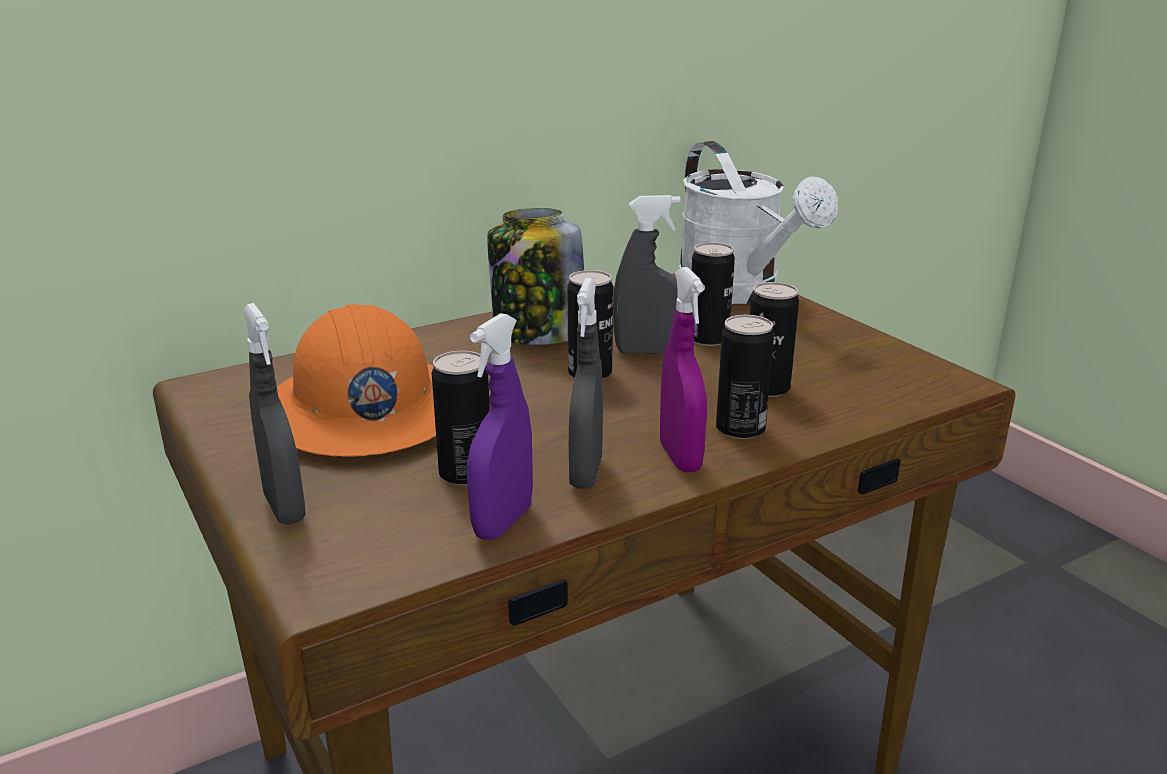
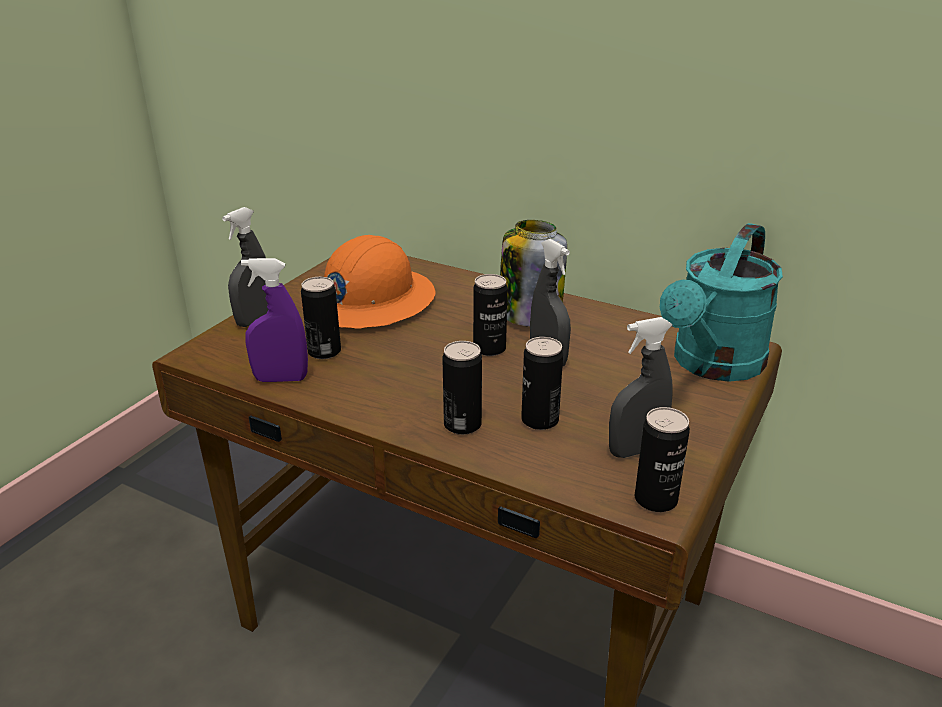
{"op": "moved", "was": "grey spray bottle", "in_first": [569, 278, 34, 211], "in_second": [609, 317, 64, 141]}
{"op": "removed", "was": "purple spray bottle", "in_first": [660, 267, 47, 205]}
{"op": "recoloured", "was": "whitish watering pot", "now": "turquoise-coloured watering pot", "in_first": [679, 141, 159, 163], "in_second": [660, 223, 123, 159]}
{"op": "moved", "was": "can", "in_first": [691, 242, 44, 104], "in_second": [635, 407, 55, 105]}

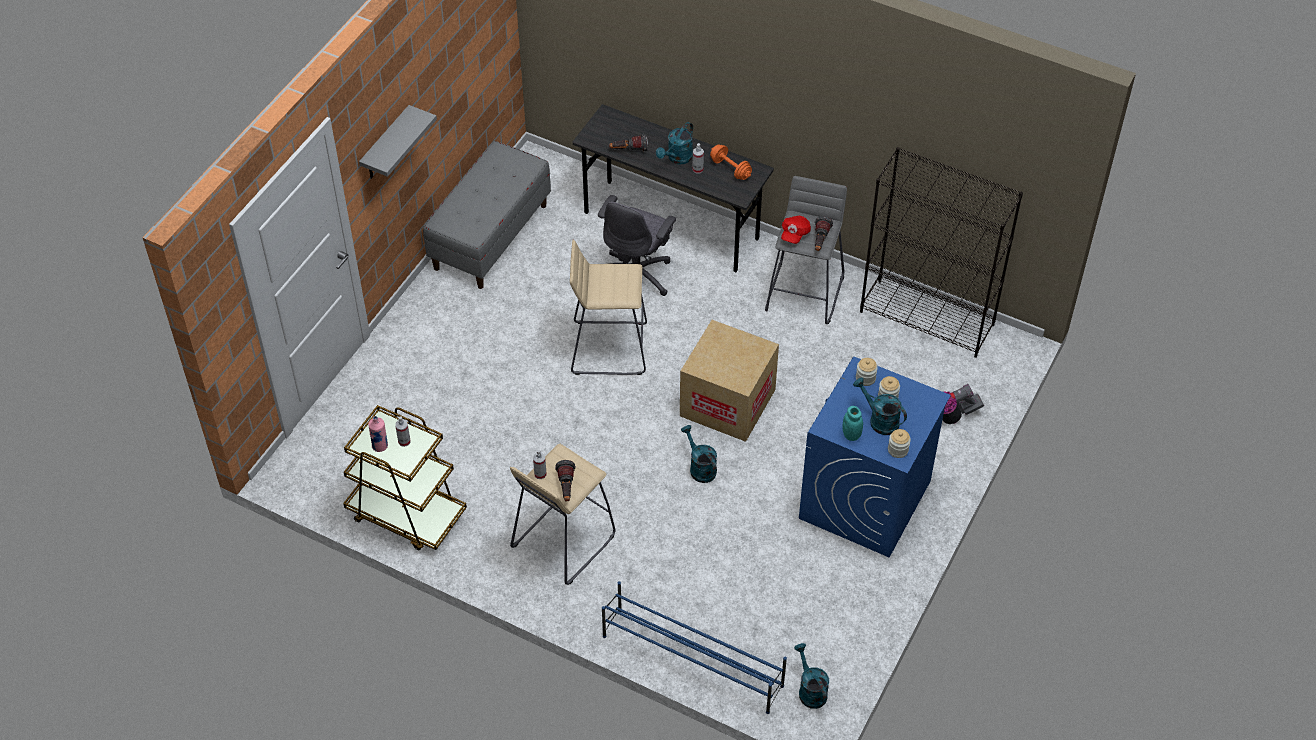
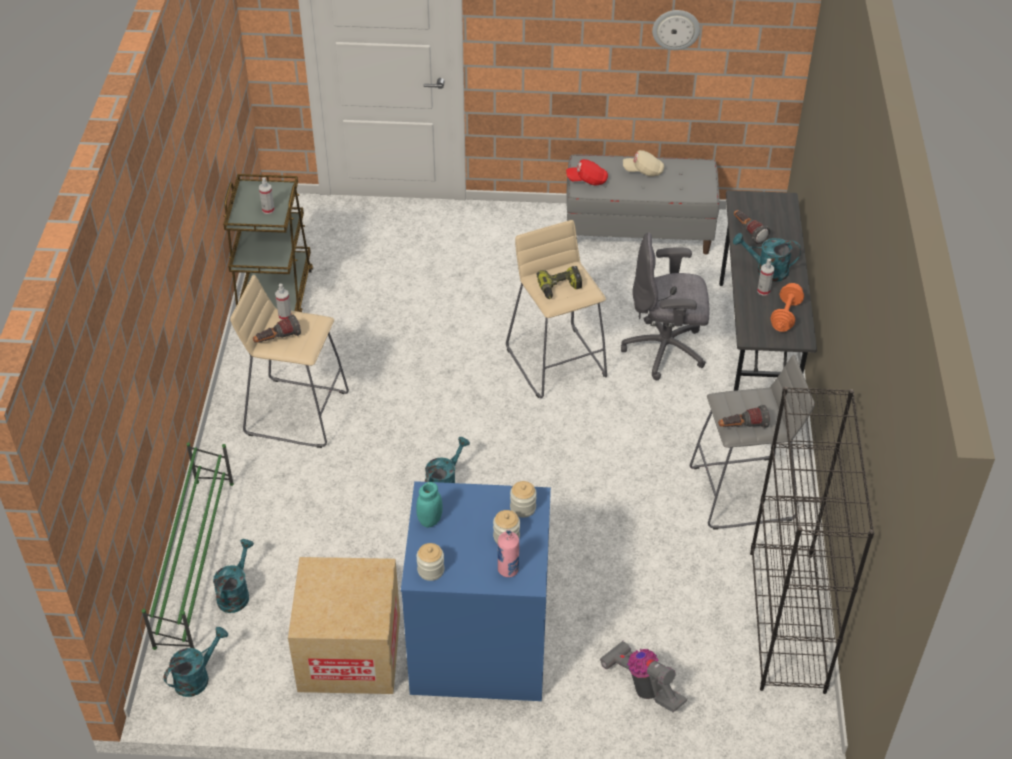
{"op": "removed", "was": "grey shelf", "in_first": [359, 105, 78, 74]}
{"op": "moved", "was": "pink bottle", "in_first": [368, 416, 20, 36], "in_second": [498, 530, 21, 47]}
{"op": "recoloured", "was": "blue-coloured shoe stand", "now": "greenish shoe stand", "in_first": [602, 581, 185, 133], "in_second": [142, 442, 92, 208]}
{"op": "moved", "was": "packing box", "in_first": [680, 320, 99, 122], "in_second": [288, 557, 112, 137]}
{"op": "moved", "was": "red peaked cap", "in_first": [781, 216, 30, 28], "in_second": [566, 159, 42, 26]}
{"op": "moved", "was": "turquoise-coloured watering pot", "in_first": [853, 378, 54, 57], "in_second": [213, 539, 41, 74]}
{"op": "added", "now": "electric drill", "in_second": [536, 266, 46, 33]}
{"op": "added", "now": "beige peaked cap", "in_second": [623, 150, 41, 27]}
{"op": "added", "now": "hanging clock", "in_second": [652, 10, 48, 40]}

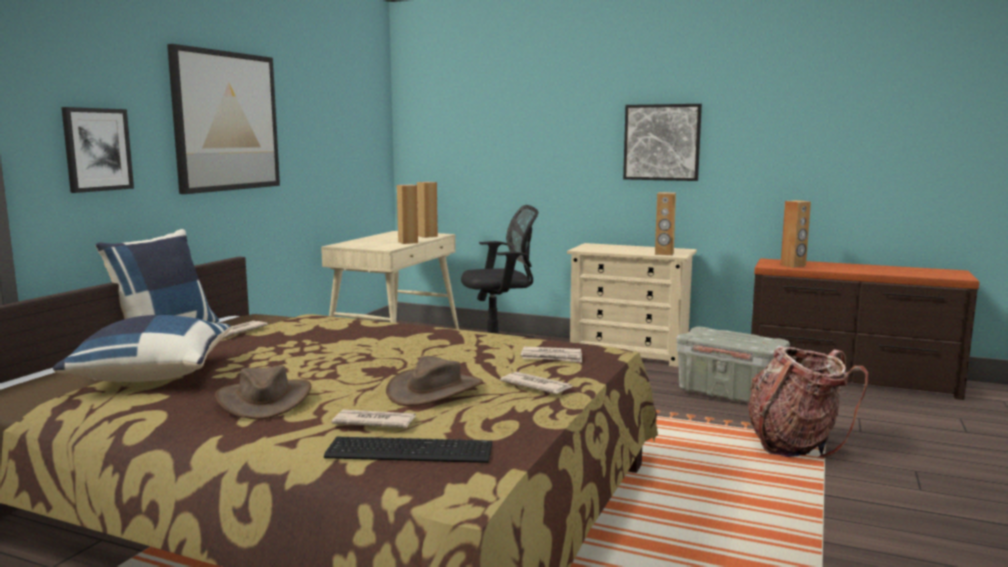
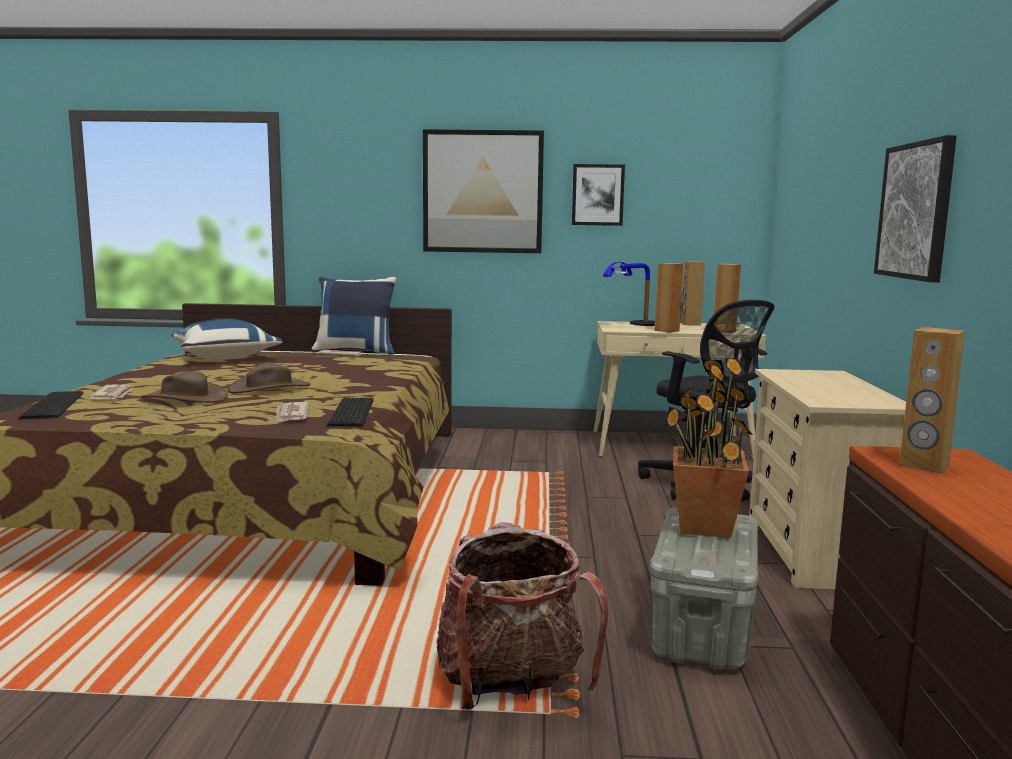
{"op": "moved", "was": "picture", "in_first": [61, 107, 73, 86], "in_second": [572, 164, 53, 62]}
{"op": "moved", "was": "brown clothing hat", "in_first": [215, 365, 96, 54], "in_second": [228, 363, 82, 30]}
{"op": "removed", "was": "newspaper", "in_first": [500, 372, 73, 22]}
{"op": "moved", "was": "brown speaker", "in_first": [655, 192, 21, 64], "in_second": [681, 261, 24, 65]}
{"op": "added", "now": "PC keyboard", "in_second": [327, 398, 47, 29]}
{"op": "added", "now": "tabletop lamp", "in_second": [603, 262, 52, 64]}
{"op": "added", "now": "houseplant", "in_second": [664, 358, 89, 180]}

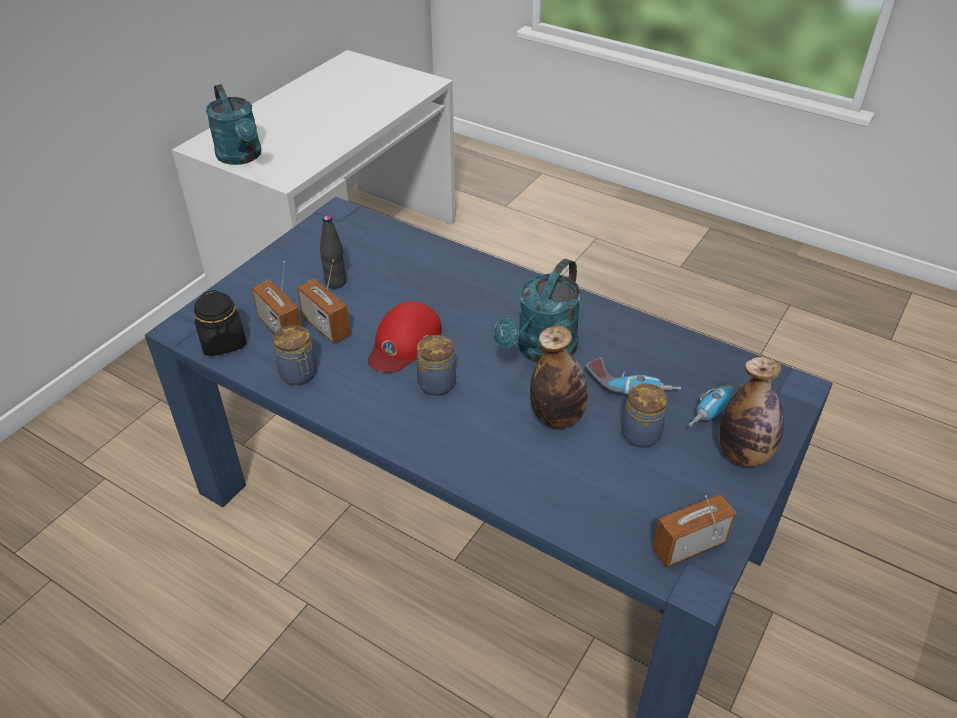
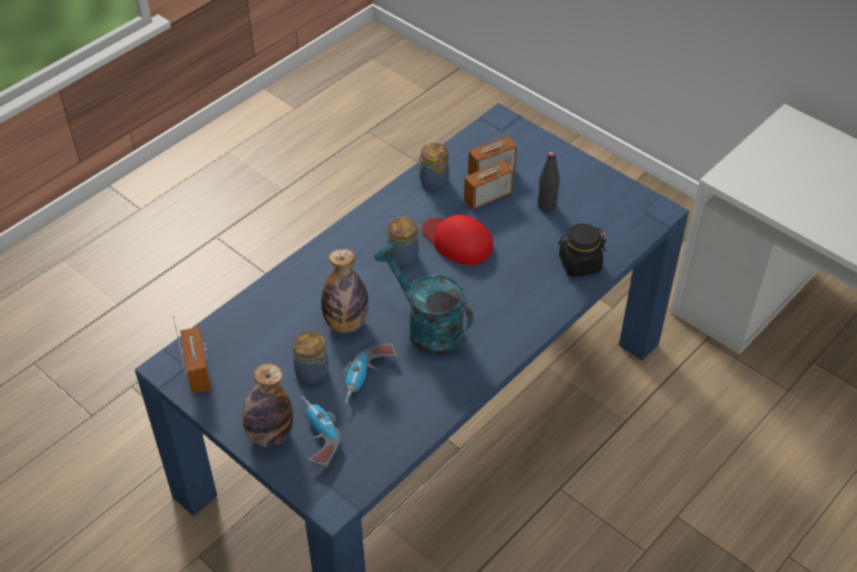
{"op": "moved", "was": "black-coloured storage jar", "in_first": [194, 290, 53, 66], "in_second": [558, 223, 48, 54]}
{"op": "removed", "was": "turquoise-coloured watering pot", "in_first": [206, 84, 55, 81]}

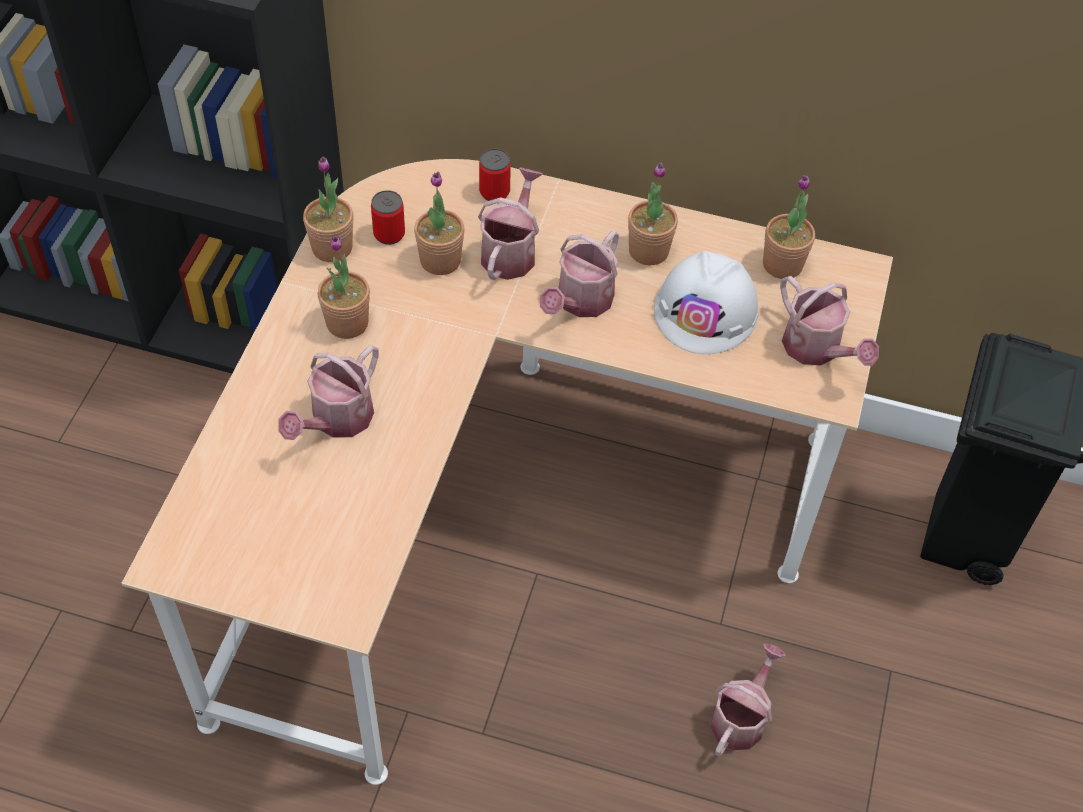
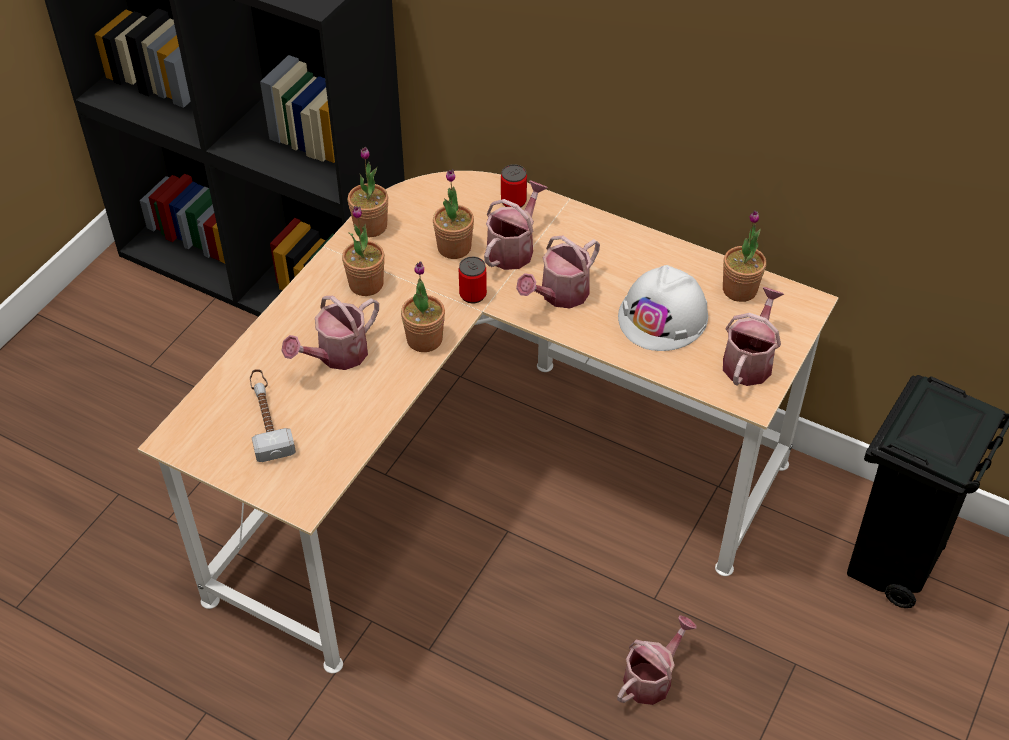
{"op": "moved", "was": "can", "in_first": [371, 190, 34, 55], "in_second": [459, 257, 28, 46]}
{"op": "moved", "was": "houseplant", "in_first": [628, 162, 50, 104], "in_second": [401, 261, 44, 91]}
{"op": "turned", "was": "watering pot", "in_first": [780, 276, 99, 90], "in_second": [723, 287, 61, 99], "clockwise": -135}
{"op": "added", "now": "hand hammer", "in_second": [250, 369, 46, 93]}

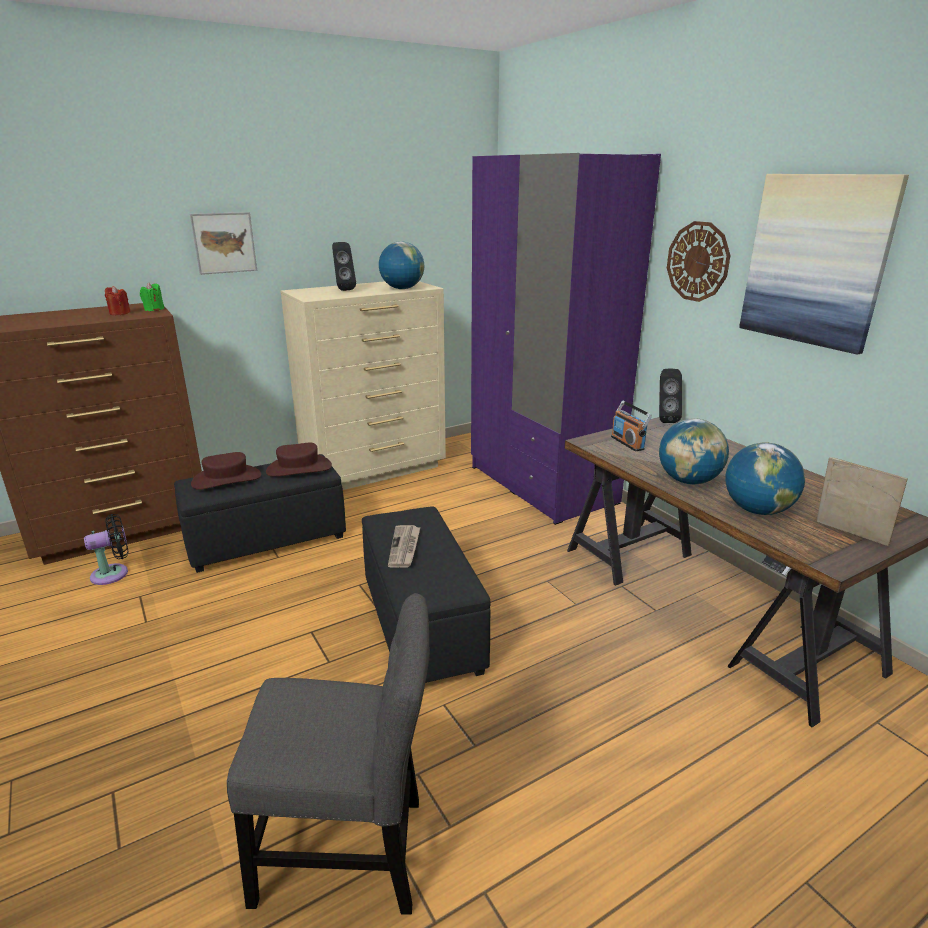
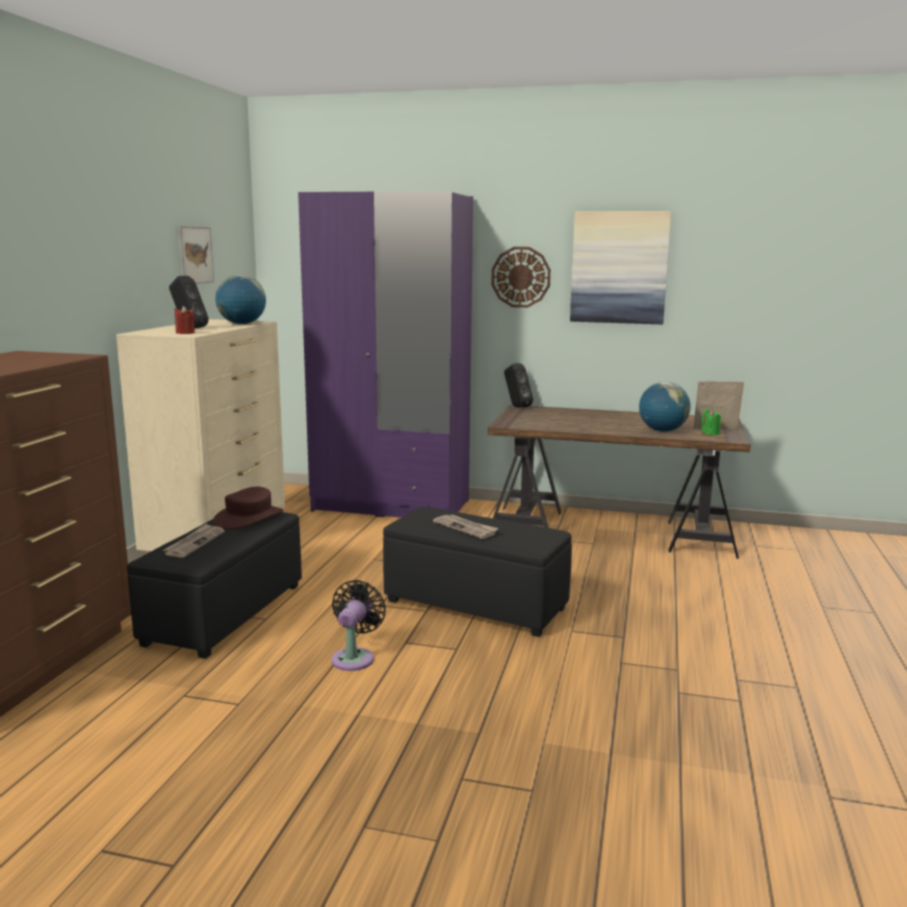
{"op": "moved", "was": "black-coloured fan", "in_first": [84, 514, 45, 71], "in_second": [332, 580, 54, 91]}
{"op": "moved", "was": "red wax candle", "in_first": [105, 286, 26, 29], "in_second": [175, 306, 20, 28]}
{"op": "moved", "was": "greenish wax candle", "in_first": [140, 282, 24, 29], "in_second": [701, 409, 20, 26]}
{"op": "moved", "was": "picture", "in_first": [190, 212, 67, 63], "in_second": [178, 226, 36, 58]}
{"op": "replaced", "was": "brown clothing hat", "now": "newspaper", "in_first": [191, 452, 70, 38], "in_second": [163, 524, 62, 34]}
{"op": "removed", "was": "grey chair", "in_first": [227, 593, 203, 321]}
{"op": "removed", "was": "radio set", "in_first": [611, 401, 41, 50]}
{"op": "removed", "was": "desk globe", "in_first": [659, 418, 70, 66]}

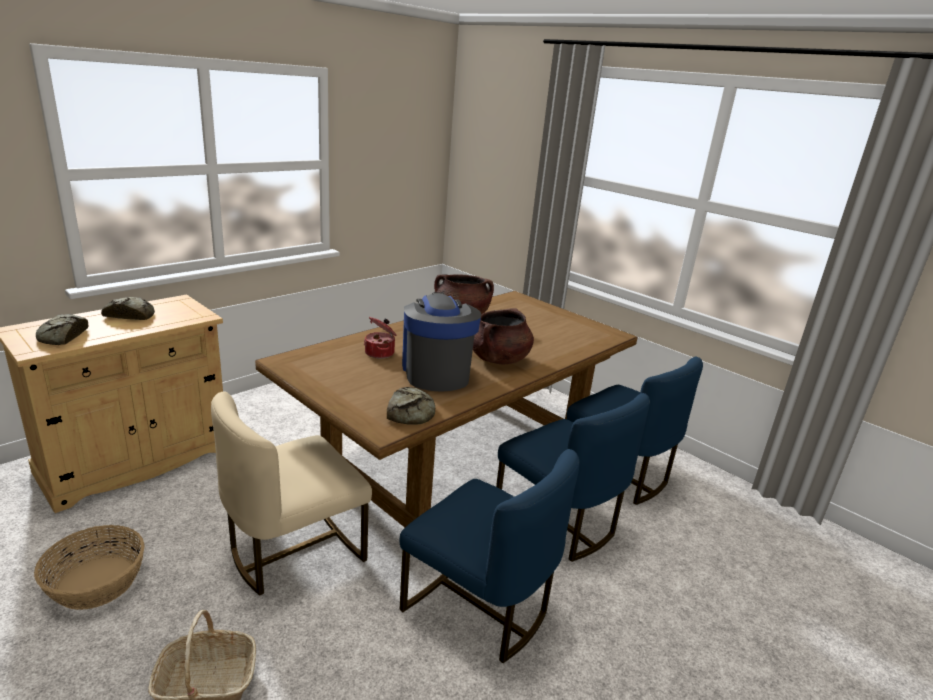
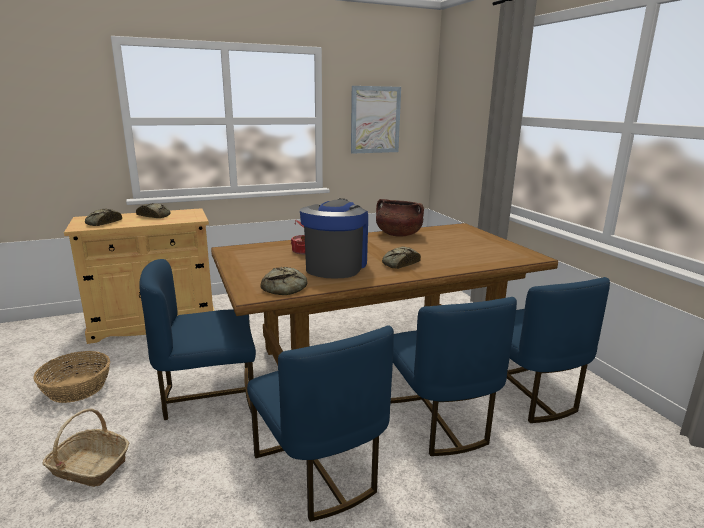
{"op": "recoloured", "was": "beige chair", "now": "blue-coloured chair", "in_first": [211, 391, 161, 205], "in_second": [139, 259, 117, 161]}
{"op": "replaced", "was": "brown cooking pot", "now": "bakery bread", "in_first": [473, 308, 61, 56], "in_second": [382, 247, 39, 22]}
{"op": "added", "now": "picture", "in_second": [351, 86, 50, 68]}

